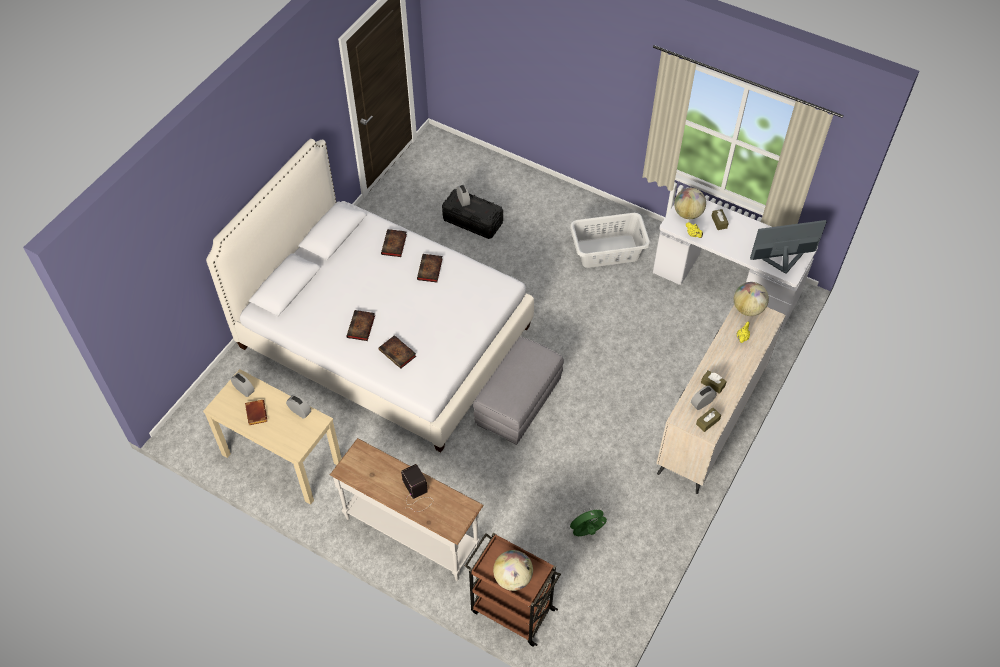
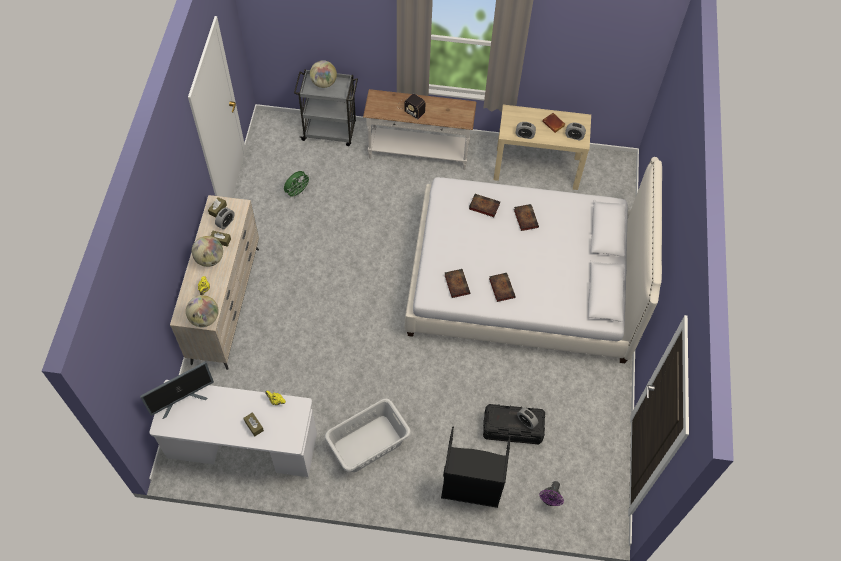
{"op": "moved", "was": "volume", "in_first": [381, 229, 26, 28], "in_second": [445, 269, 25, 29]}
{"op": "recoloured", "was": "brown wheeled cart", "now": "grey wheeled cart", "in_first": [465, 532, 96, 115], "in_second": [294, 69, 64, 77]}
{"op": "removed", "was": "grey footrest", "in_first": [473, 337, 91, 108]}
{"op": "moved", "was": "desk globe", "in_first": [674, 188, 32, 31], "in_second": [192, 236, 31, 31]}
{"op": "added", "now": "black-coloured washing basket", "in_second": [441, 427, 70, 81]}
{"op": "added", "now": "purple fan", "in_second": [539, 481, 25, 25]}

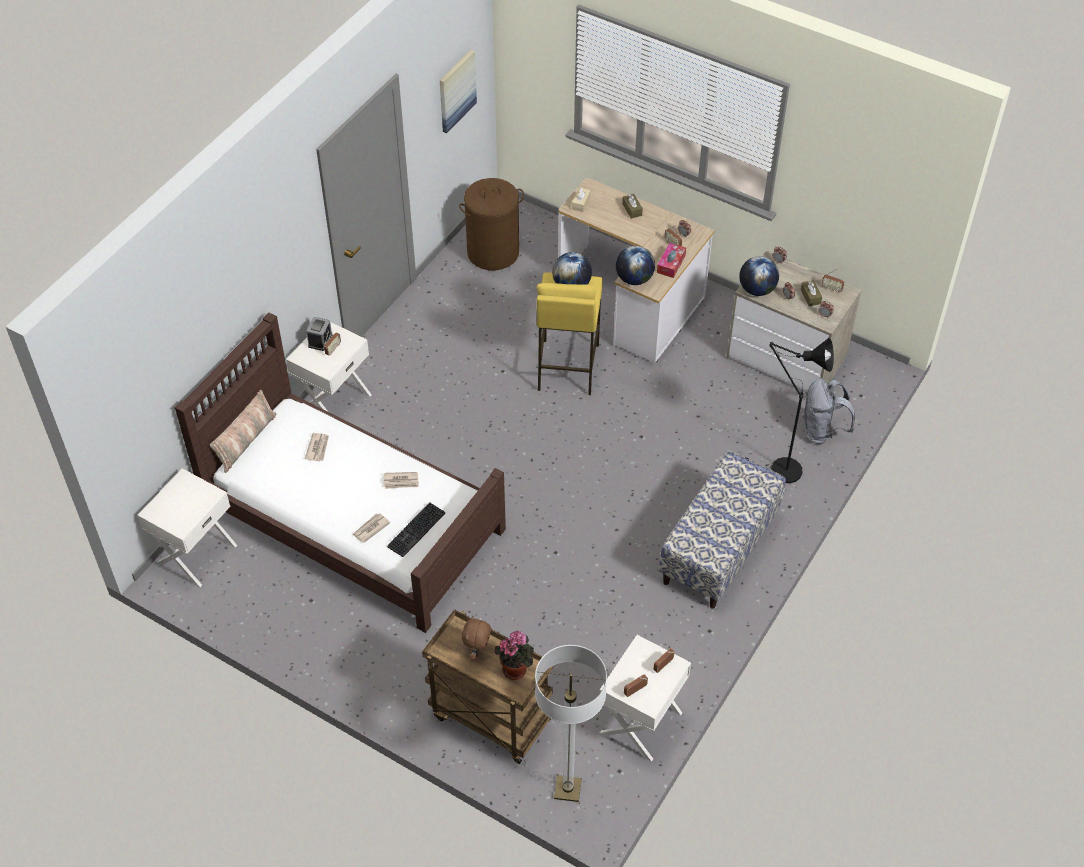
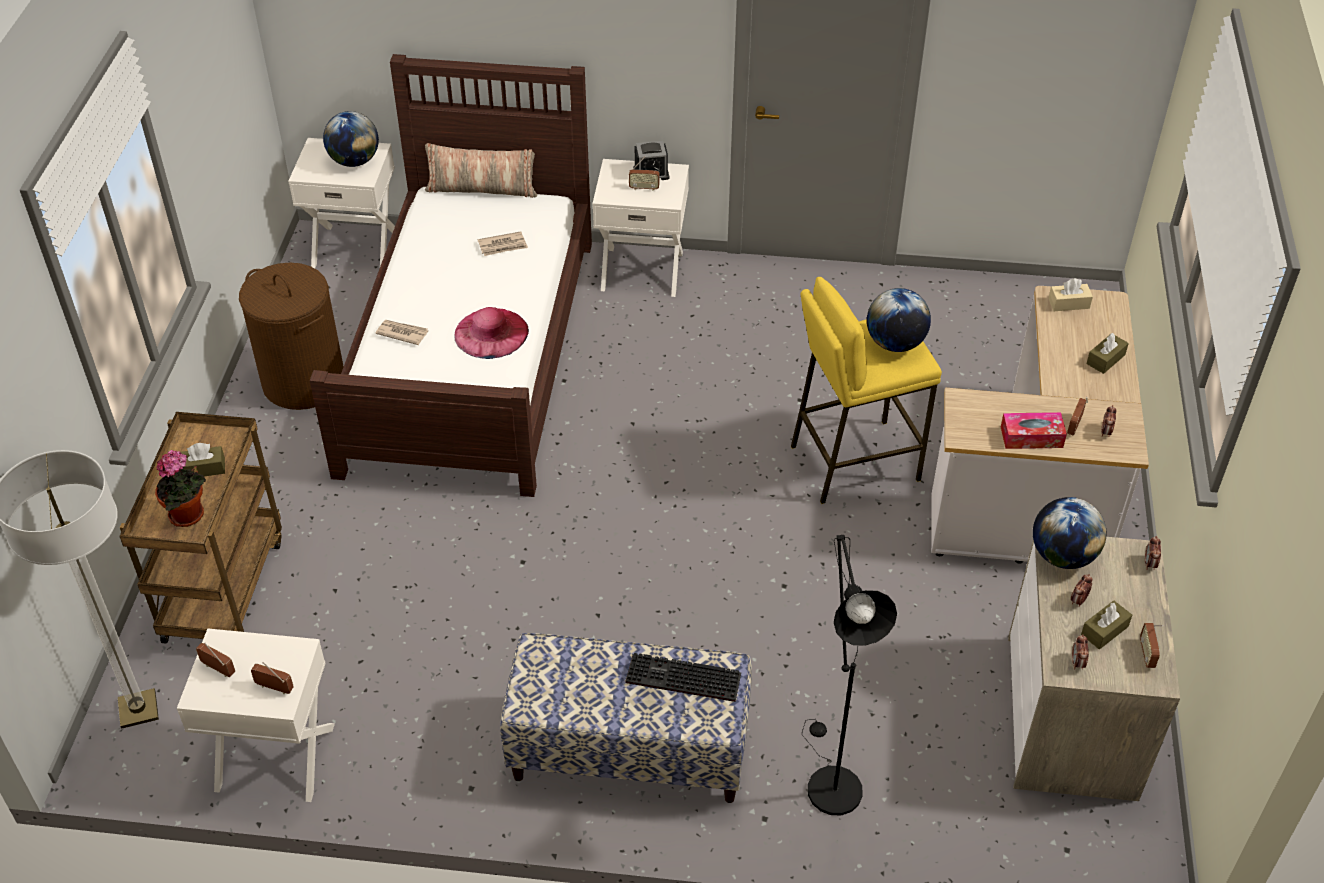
{"op": "replaced", "was": "newspaper", "now": "pink clothing hat", "in_first": [383, 472, 36, 17], "in_second": [455, 307, 74, 52]}
{"op": "moved", "was": "PC keyboard", "in_first": [387, 502, 58, 55], "in_second": [626, 653, 115, 49]}
{"op": "removed", "was": "picture", "in_first": [440, 50, 37, 83]}
{"op": "moved", "was": "brown washing basket", "in_first": [459, 178, 65, 93], "in_second": [239, 263, 105, 147]}
{"op": "replaced", "was": "brown plush toy", "now": "brown tissue holder", "in_first": [462, 616, 29, 44], "in_second": [181, 443, 44, 33]}
{"op": "moved", "was": "desk globe", "in_first": [616, 246, 39, 39], "in_second": [323, 111, 56, 56]}
{"op": "removed", "was": "grey knapsack", "in_first": [802, 378, 53, 66]}

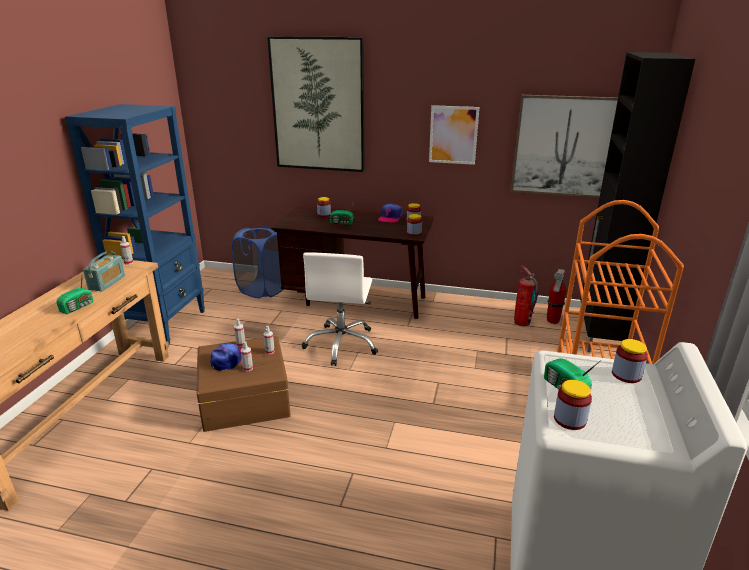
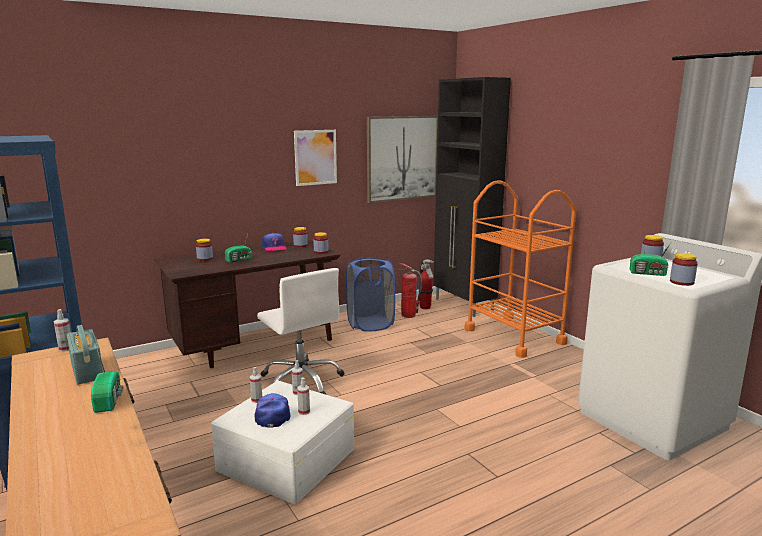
{"op": "recoloured", "was": "brown storage bin", "now": "whitish storage bin", "in_first": [196, 336, 95, 96], "in_second": [211, 381, 144, 123]}
{"op": "moved", "was": "blue-coloured washing basket", "in_first": [231, 226, 53, 72], "in_second": [346, 257, 49, 75]}
{"op": "removed", "was": "picture", "in_first": [267, 36, 98, 136]}

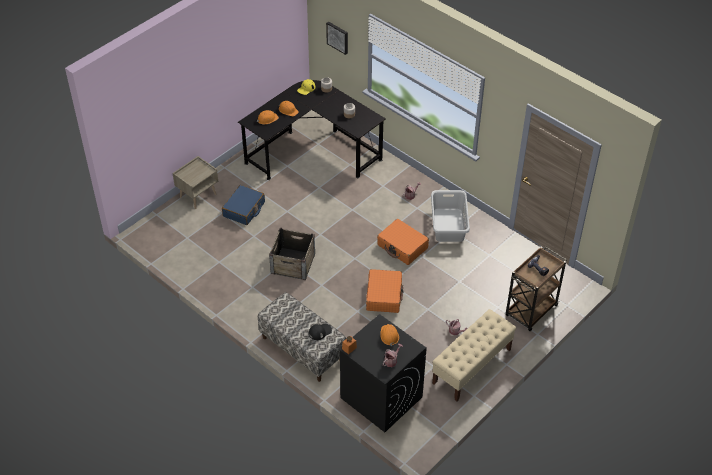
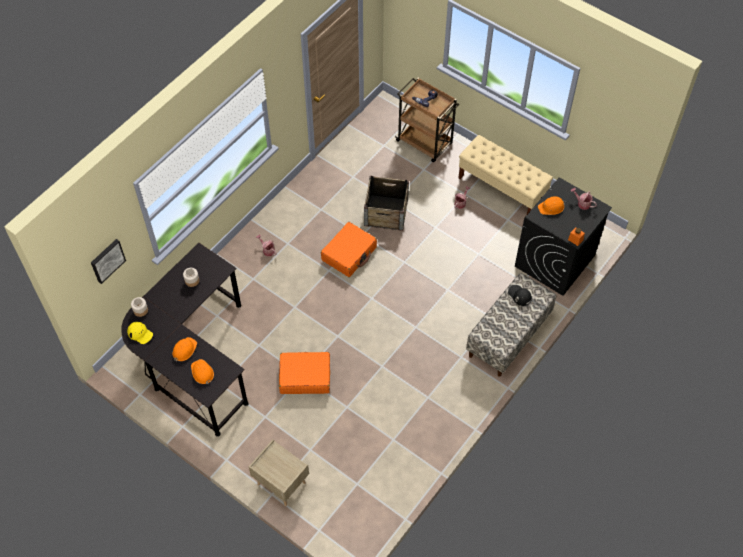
{"op": "removed", "was": "blue-coloured piece of luggage", "in_first": [222, 185, 43, 40]}
{"op": "moved", "was": "shipping crate", "in_first": [269, 228, 46, 52], "in_second": [364, 176, 45, 55]}
{"op": "moved", "was": "orange-coloured piece of luggage", "in_first": [366, 269, 37, 44], "in_second": [279, 352, 51, 42]}
{"op": "removed", "was": "grey washing basket", "in_first": [431, 190, 39, 52]}

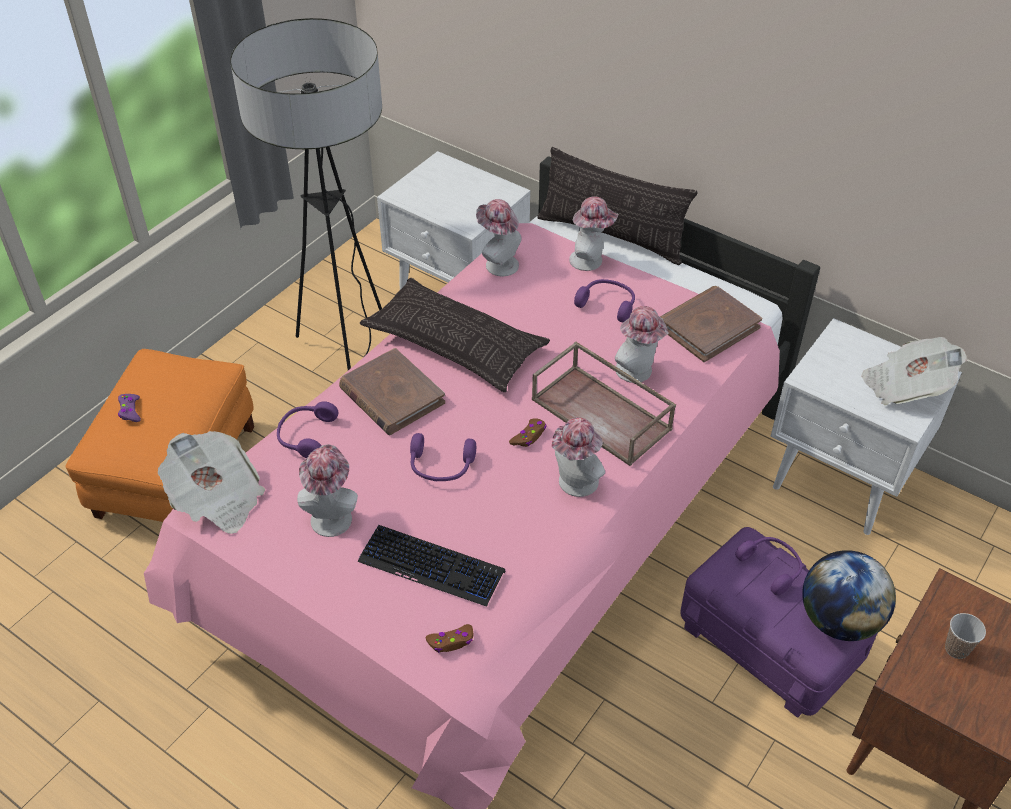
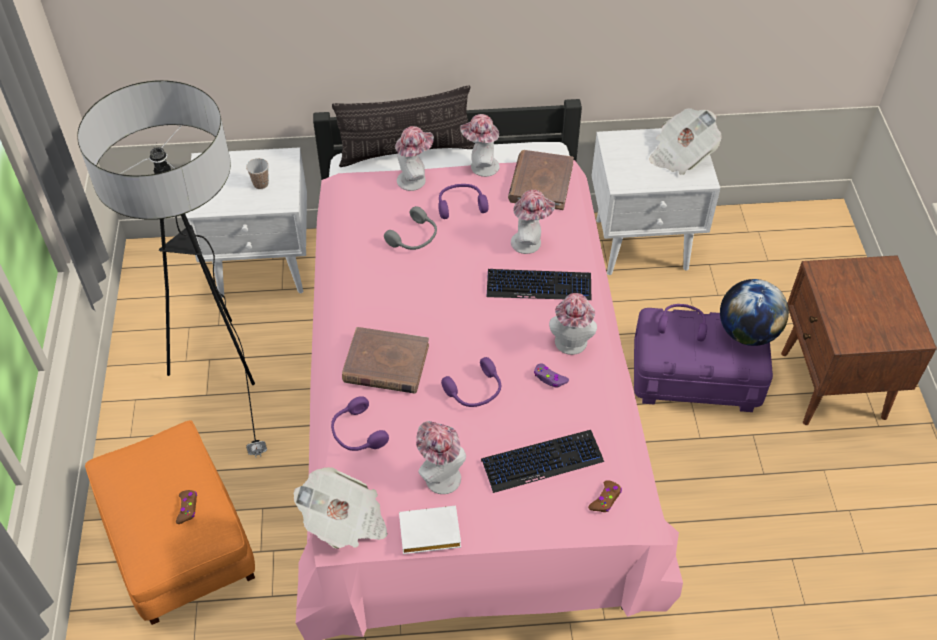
{"op": "moved", "was": "purple game controller", "in_first": [118, 394, 23, 28], "in_second": [534, 363, 35, 25]}
{"op": "removed", "was": "cushion", "in_first": [360, 278, 190, 114]}
{"op": "moved", "was": "clothing hat", "in_first": [476, 199, 46, 77], "in_second": [460, 114, 40, 63]}
{"op": "moved", "was": "brown game controller", "in_first": [509, 418, 38, 29], "in_second": [176, 490, 21, 34]}
{"op": "replaced", "was": "brown tray", "now": "PC keyboard", "in_first": [532, 342, 144, 124], "in_second": [487, 269, 104, 31]}
{"op": "moved", "was": "cup", "in_first": [945, 613, 41, 46], "in_second": [246, 158, 23, 31]}
{"op": "added", "now": "grey headphones", "in_second": [384, 206, 53, 44]}
{"op": "added", "now": "whitish volume", "in_second": [399, 506, 62, 48]}

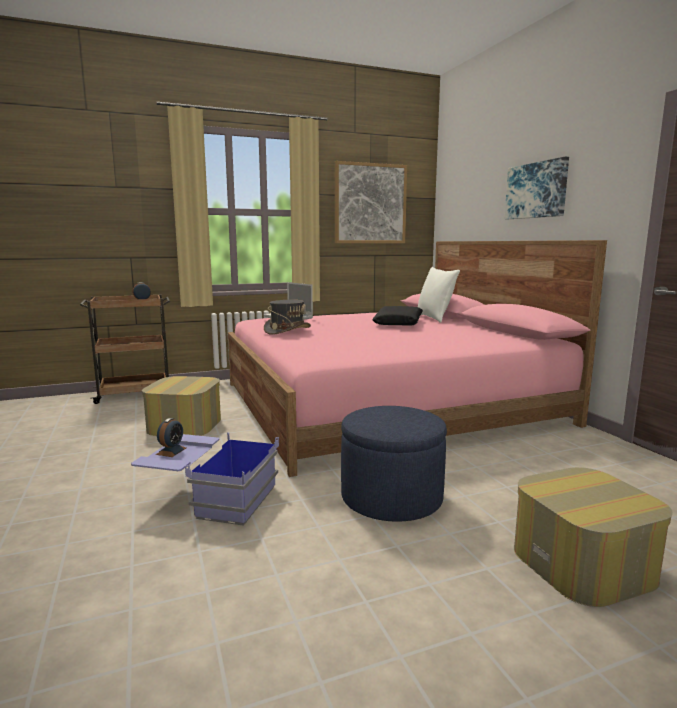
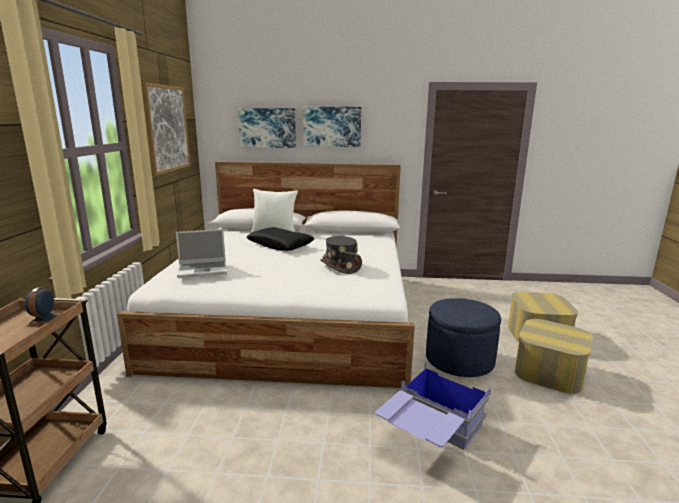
{"op": "moved", "was": "footrest", "in_first": [142, 376, 79, 60], "in_second": [515, 319, 78, 75]}
{"op": "removed", "was": "table clock", "in_first": [156, 418, 30, 39]}
{"op": "recoloured", "was": "pink sleeping bed", "now": "whitish sleeping bed", "in_first": [228, 240, 379, 237], "in_second": [117, 161, 298, 228]}
{"op": "moved", "was": "grey clothing hat", "in_first": [264, 300, 47, 35], "in_second": [320, 236, 42, 38]}
{"op": "added", "now": "picture", "in_second": [238, 108, 58, 40]}

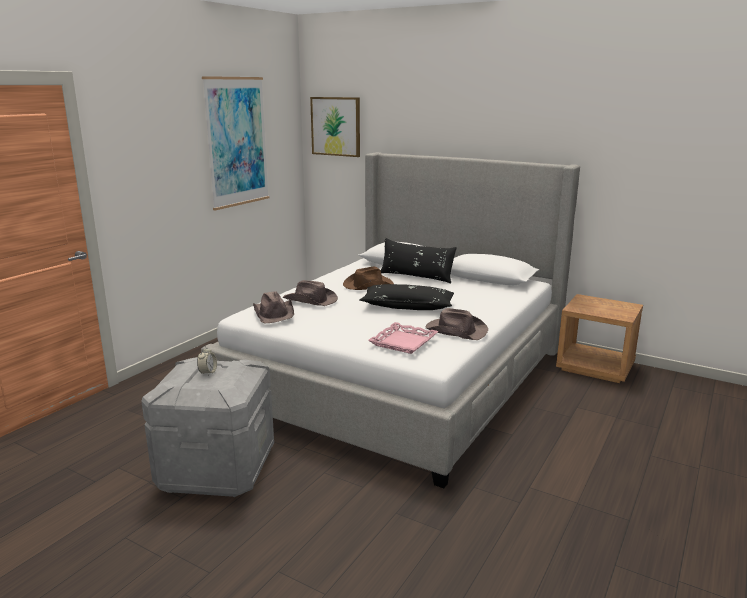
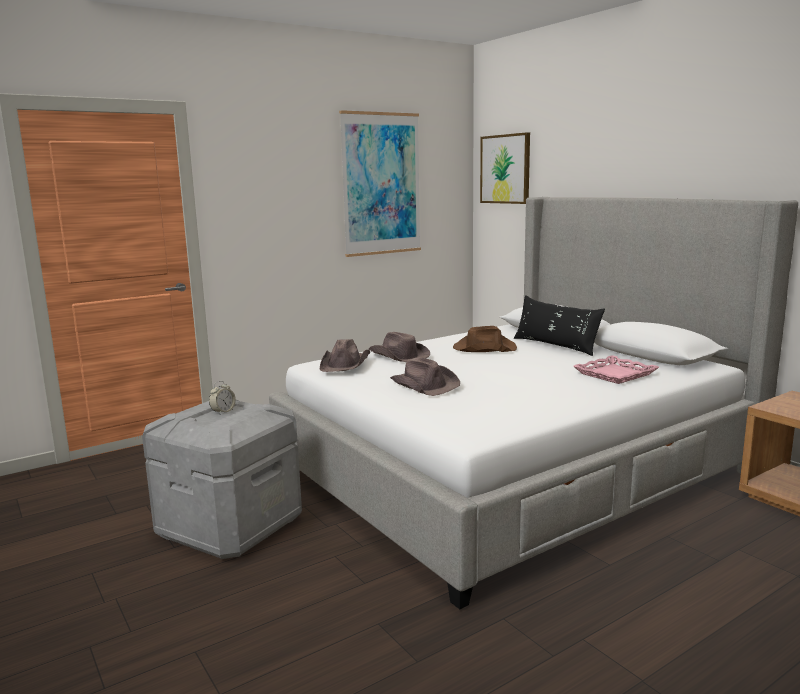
{"op": "removed", "was": "black-coloured cushion", "in_first": [360, 284, 94, 26]}
{"op": "moved", "was": "pink tray", "in_first": [368, 322, 70, 32], "in_second": [573, 355, 86, 29]}
{"op": "moved", "was": "brown clothing hat", "in_first": [426, 308, 62, 32], "in_second": [390, 357, 70, 39]}

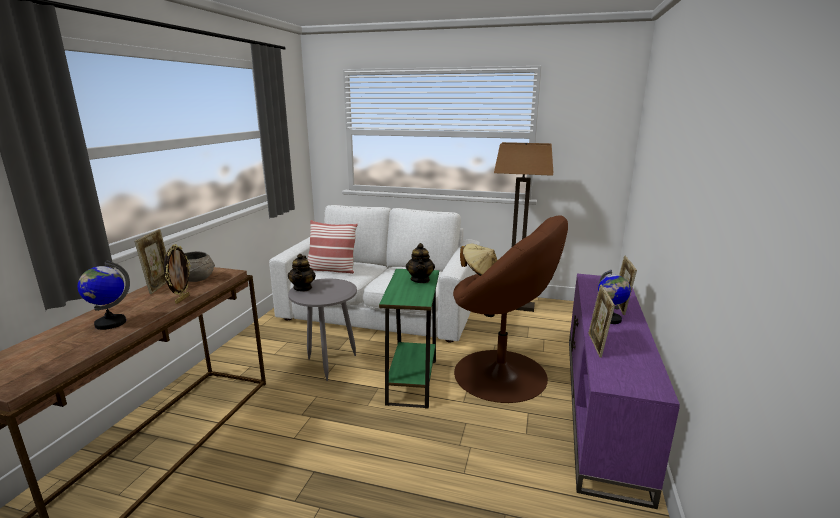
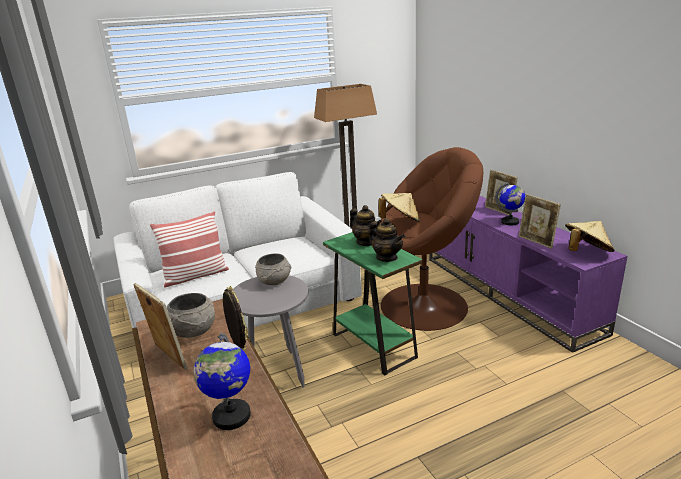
{"op": "moved", "was": "teapot", "in_first": [288, 254, 28, 38], "in_second": [369, 218, 36, 44]}
{"op": "added", "now": "grey deep dish", "in_second": [255, 253, 36, 32]}
{"op": "added", "now": "beige clothing hat", "in_second": [565, 221, 50, 31]}

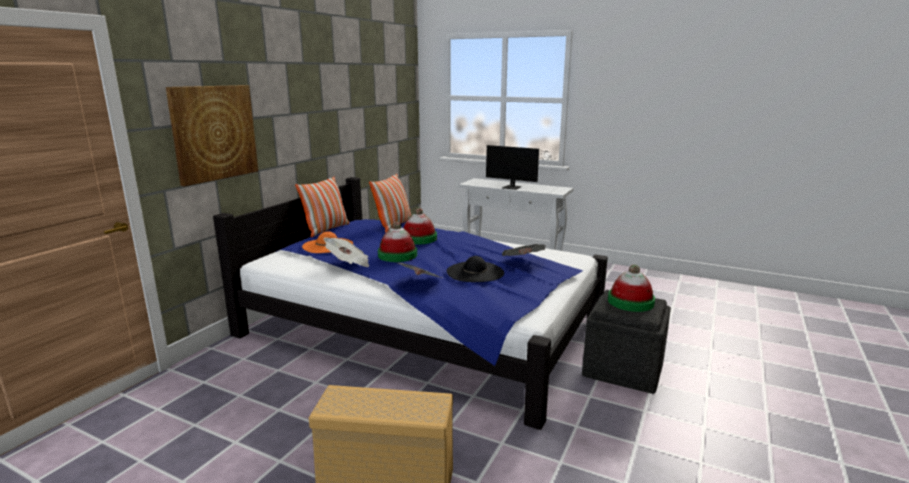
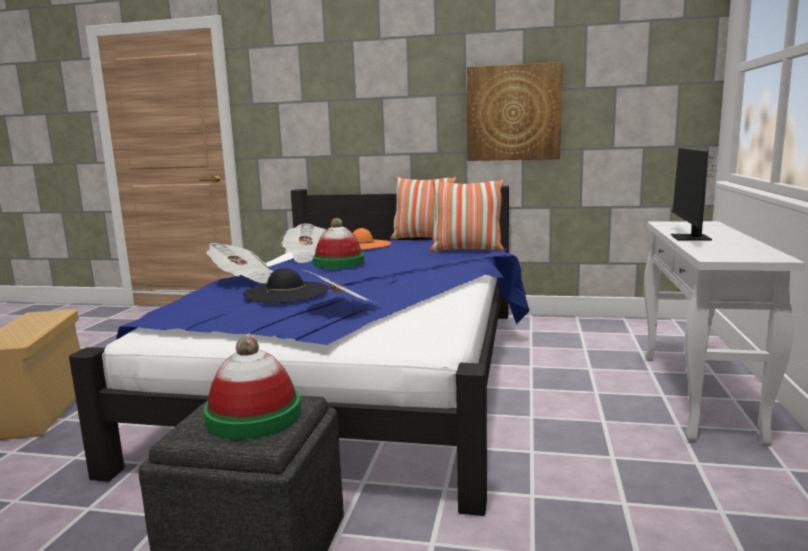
{"op": "moved", "was": "picture", "in_first": [166, 85, 92, 101], "in_second": [467, 62, 96, 99]}
{"op": "removed", "was": "clothing hat", "in_first": [404, 208, 33, 36]}

